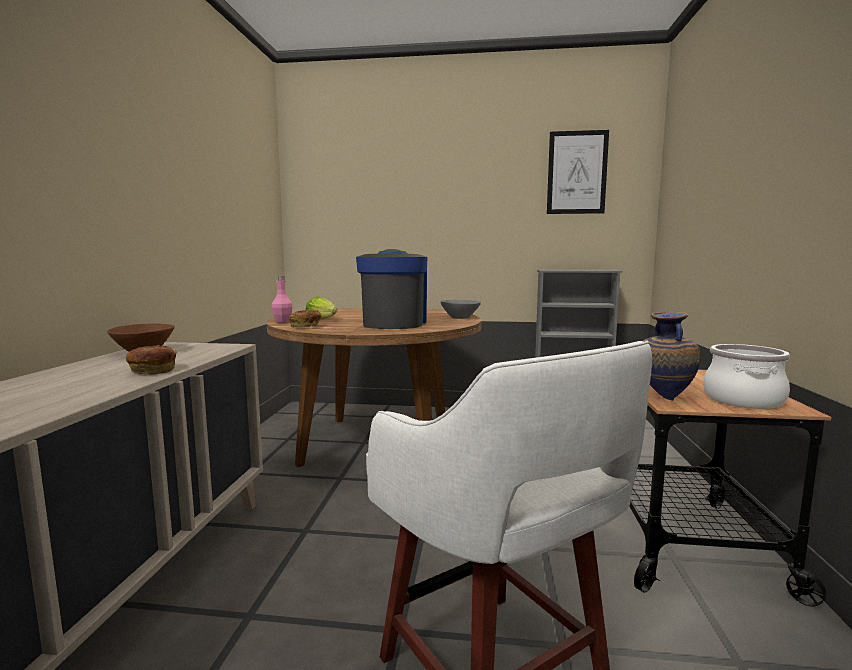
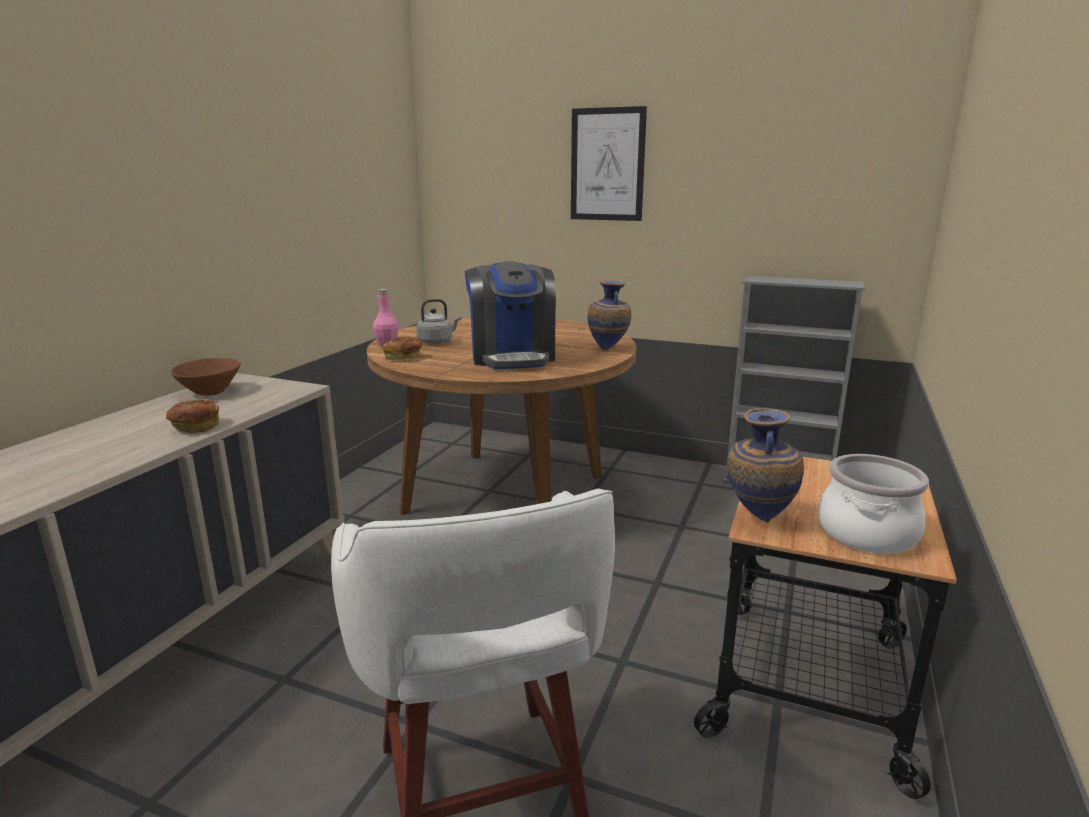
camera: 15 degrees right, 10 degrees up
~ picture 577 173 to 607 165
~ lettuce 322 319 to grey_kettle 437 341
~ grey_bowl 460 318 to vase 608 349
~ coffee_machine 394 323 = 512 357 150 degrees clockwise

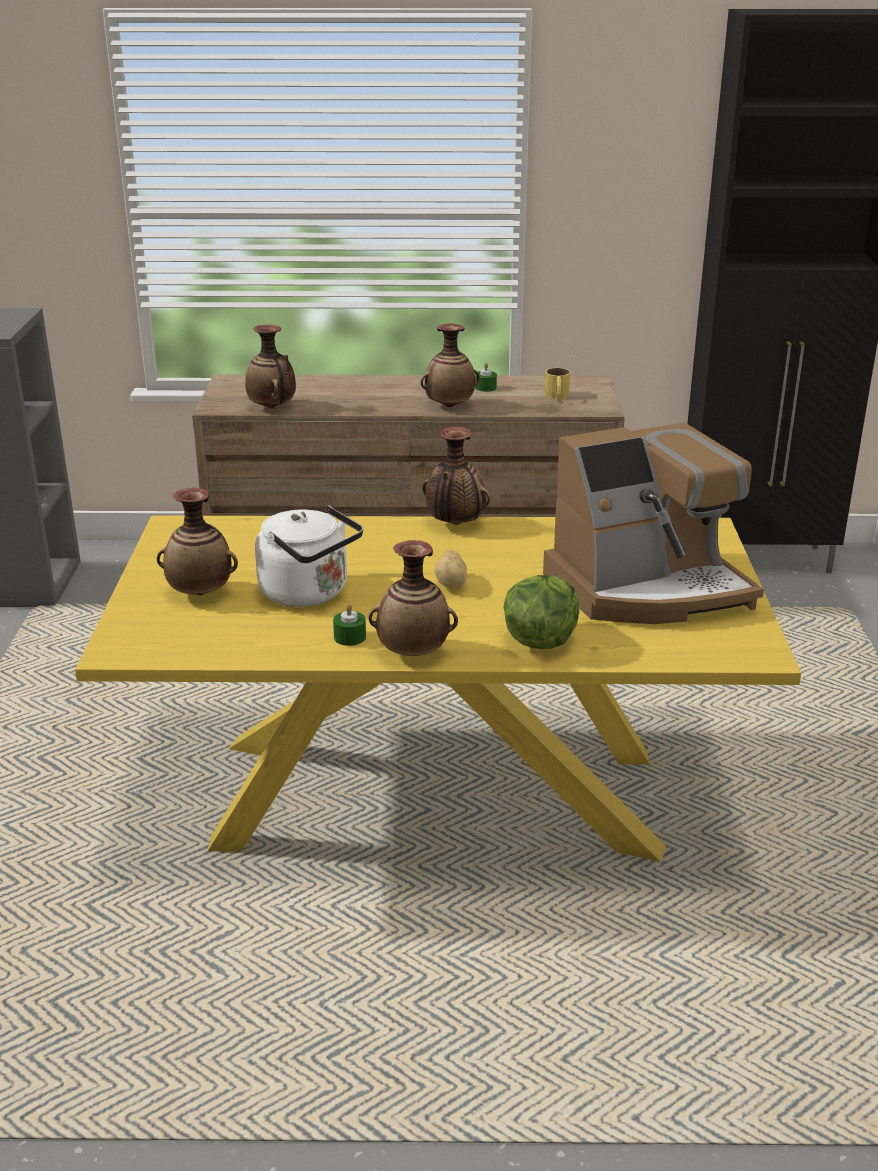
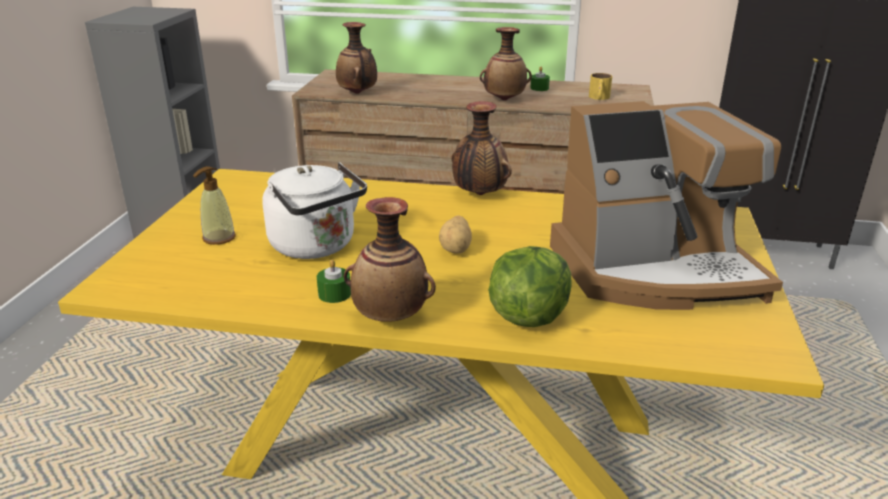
camera: 10 degrees right, 0 degrees up
~ vase 201 593 to soap_dispenser 219 238

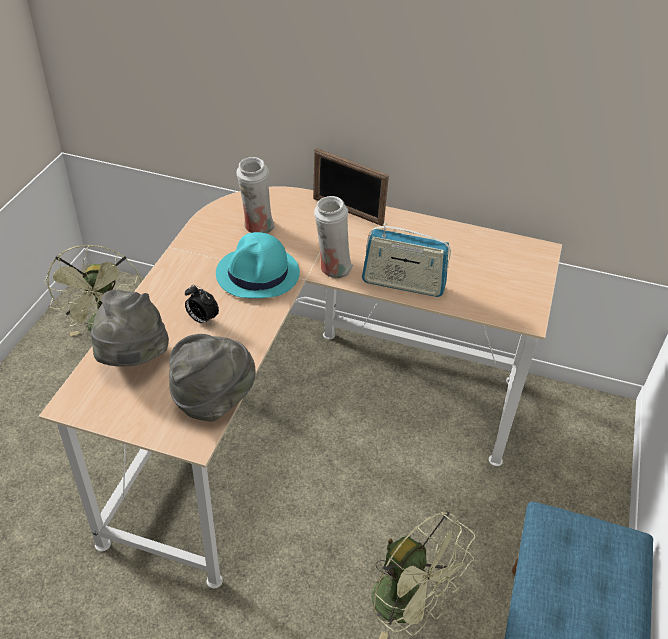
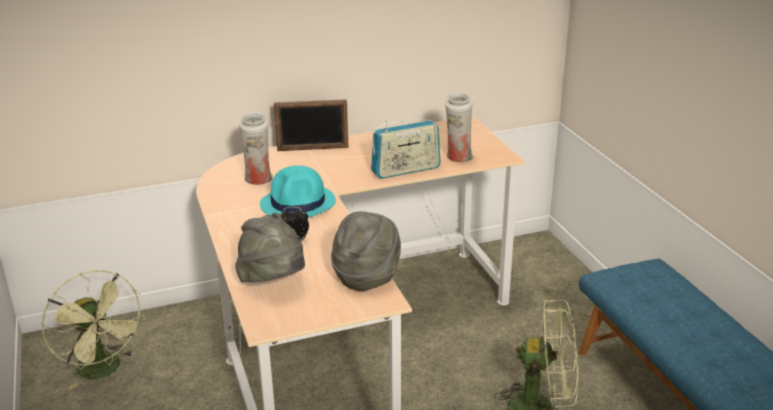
camera: 35 degrees left, 15 degrees down
~ white_vase 332 269 to 458 158

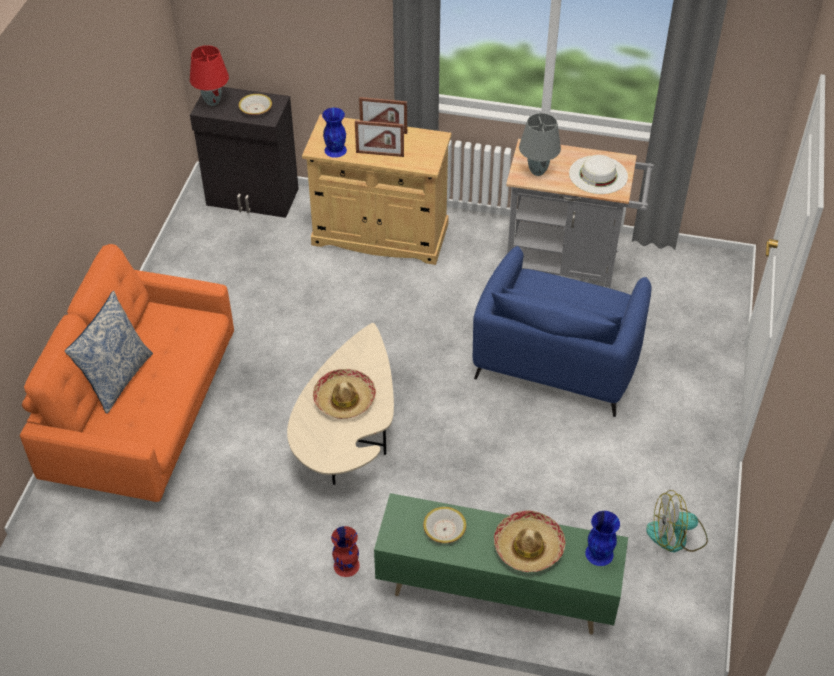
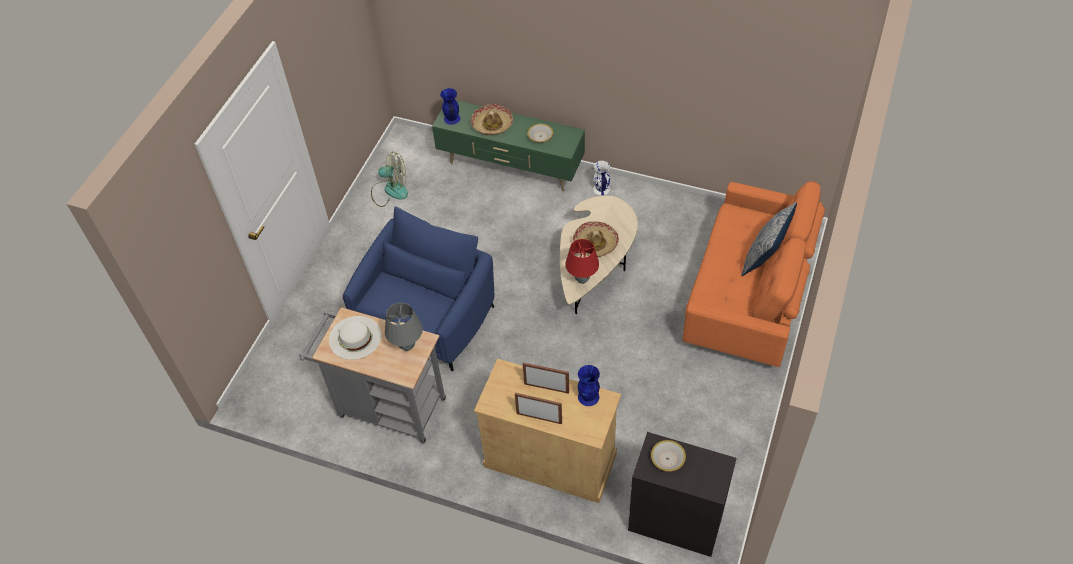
camera: 170 degrees left, 5 degrees up
~ red_table_lamp 212 101 to 582 279
~ red_vase 347 565 to white_vase 601 189

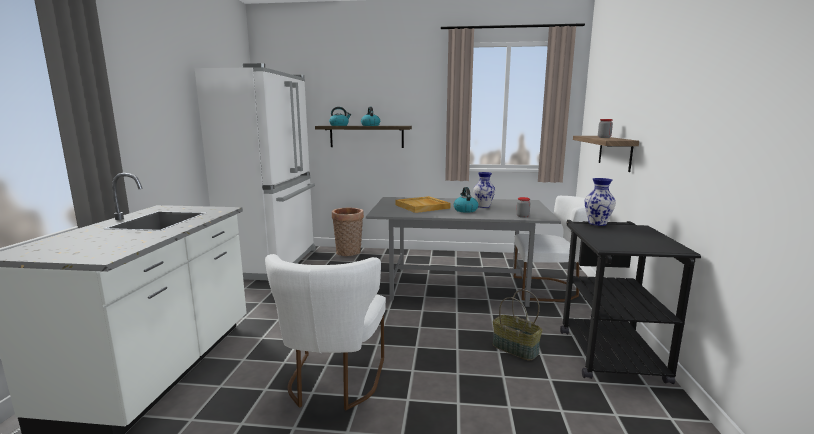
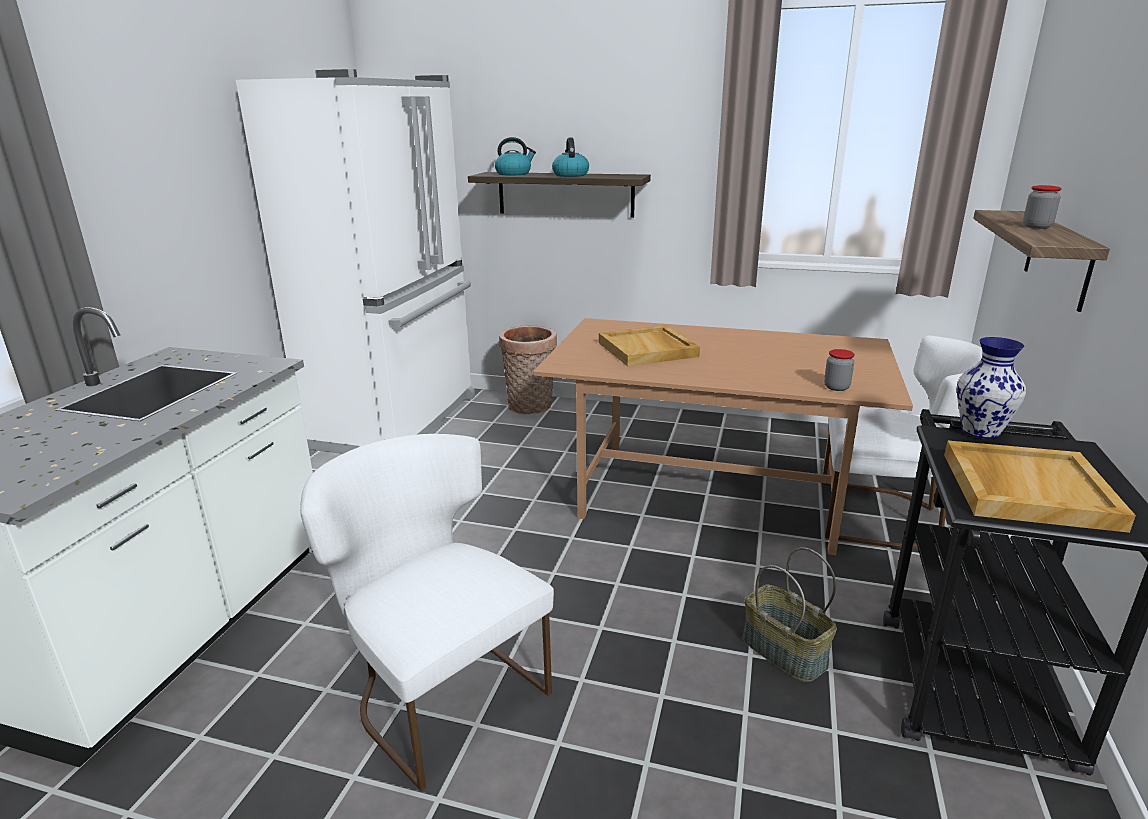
camera: 10 degrees right, 10 degrees up
- kettle 465 210
- vase 483 206
+ beige_tray 1025 489
~ grey_dining_table 458 285 to brown_dining_table 711 494
~ white_chair 333 383 = 439 691 120 degrees clockwise

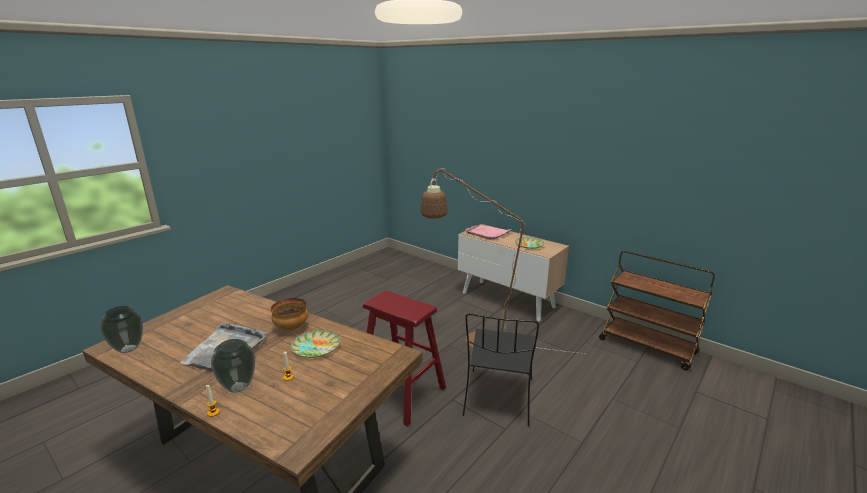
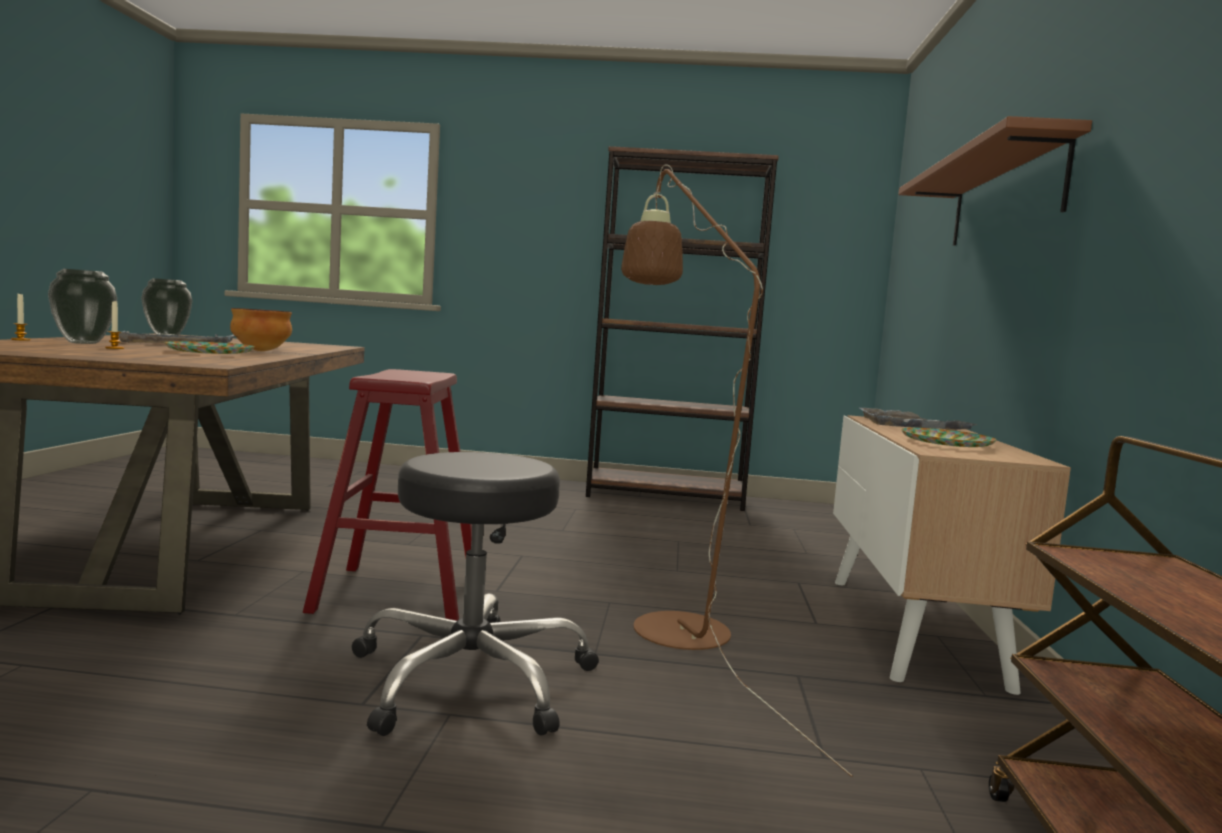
camera: 55 degrees right, 15 degrees down
+ brown_bookcase 665 497
+ brown_shelf 1005 197
~ black_chair 498 398 to black_stool 472 679
~ pink_tray 487 233 to grey_tray 910 425

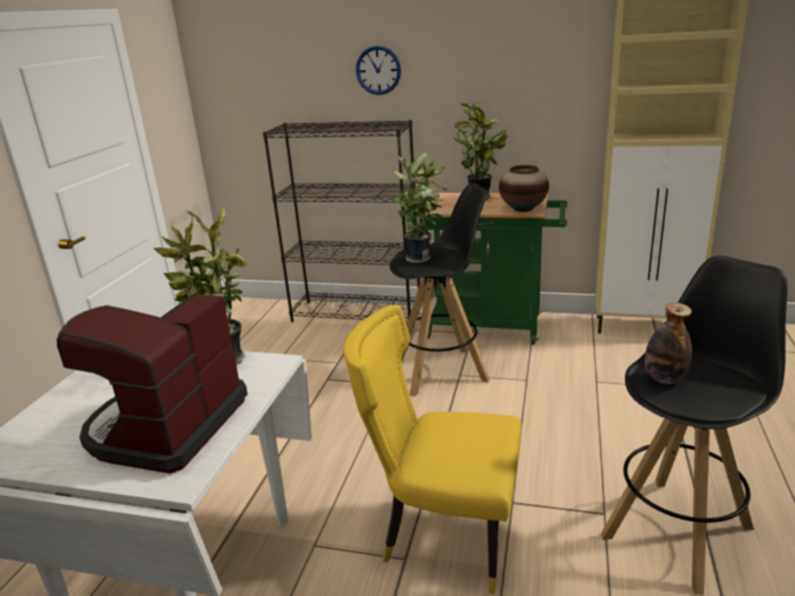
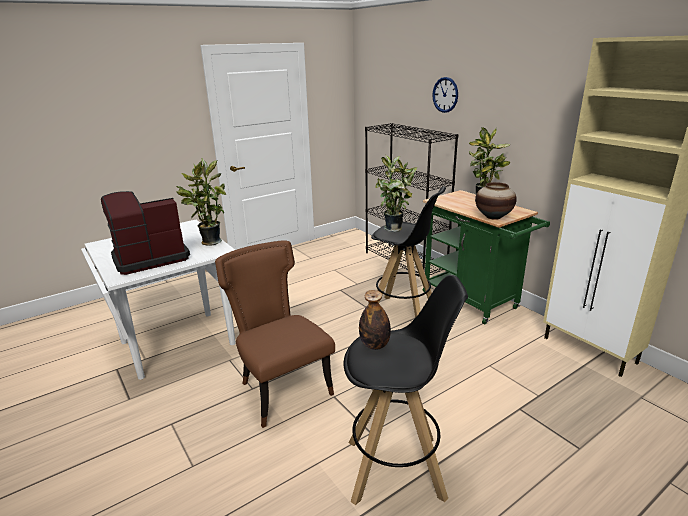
camera: 40 degrees right, 0 degrees up
~ yellow_chair 442 534 to brown_chair 282 389

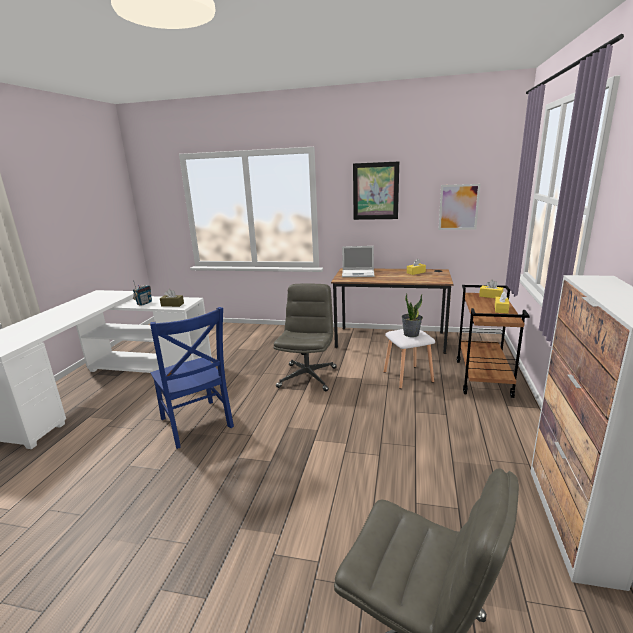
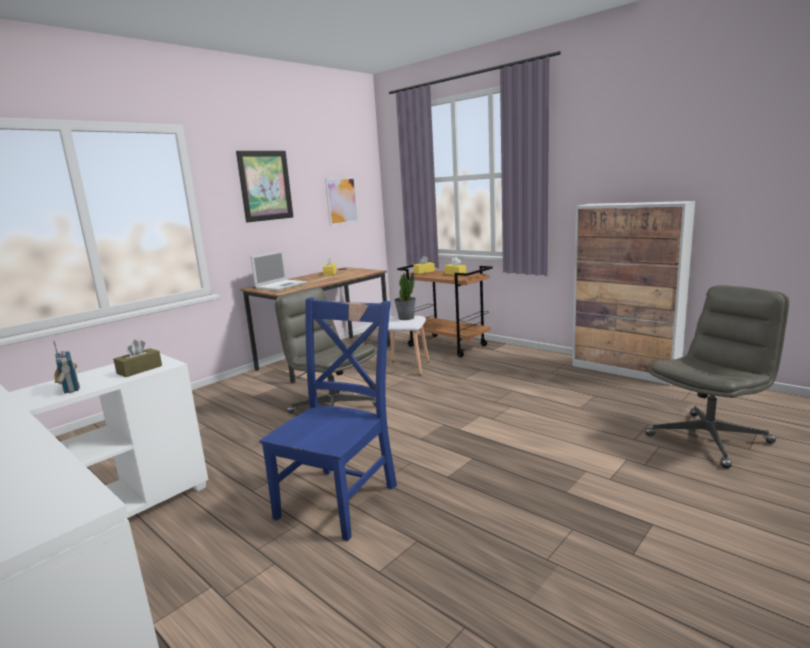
camera: 60 degrees left, 5 degrees down
~ blue_chair 196 424 = 340 498 60 degrees counterclockwise

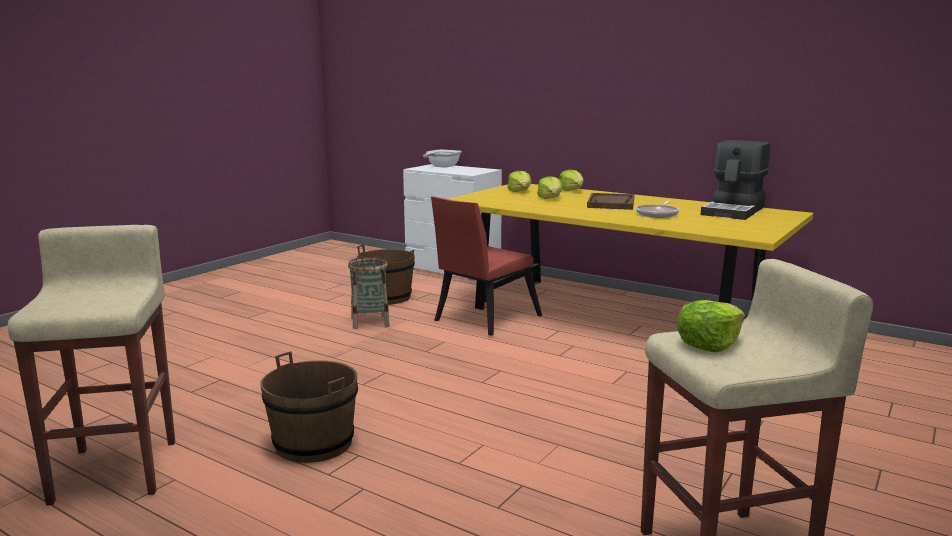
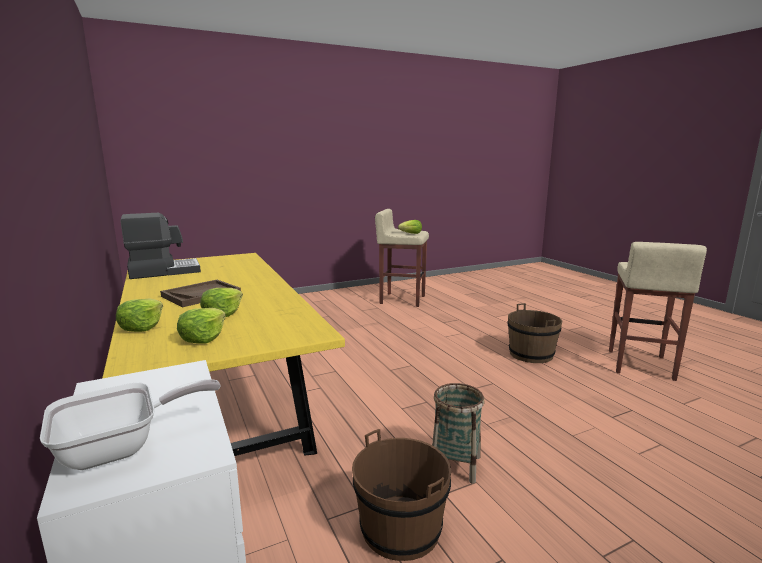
camera: 150 degrees left, 0 degrees up
- red_chair 482 319
- frying_pan 658 214

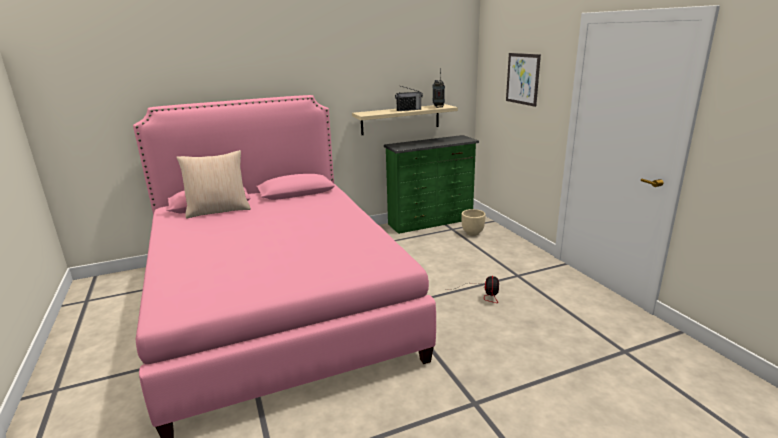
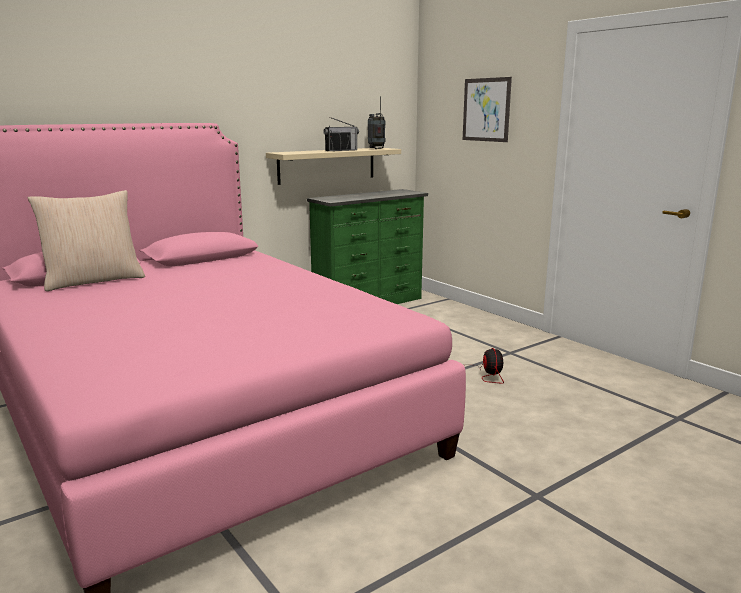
camera: 15 degrees left, 5 degrees down
- beige_planter 473 233

